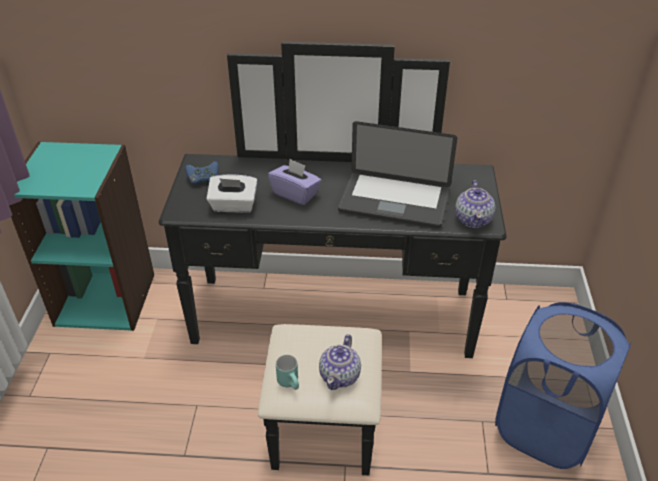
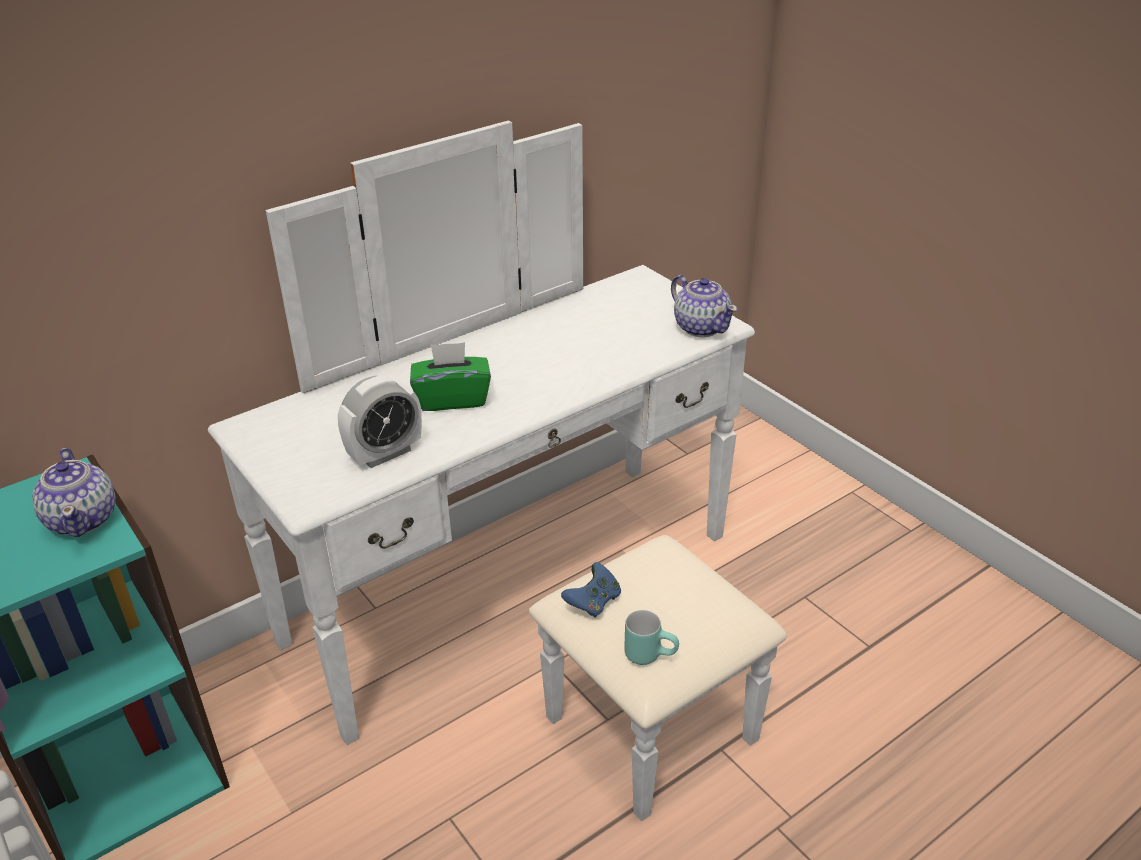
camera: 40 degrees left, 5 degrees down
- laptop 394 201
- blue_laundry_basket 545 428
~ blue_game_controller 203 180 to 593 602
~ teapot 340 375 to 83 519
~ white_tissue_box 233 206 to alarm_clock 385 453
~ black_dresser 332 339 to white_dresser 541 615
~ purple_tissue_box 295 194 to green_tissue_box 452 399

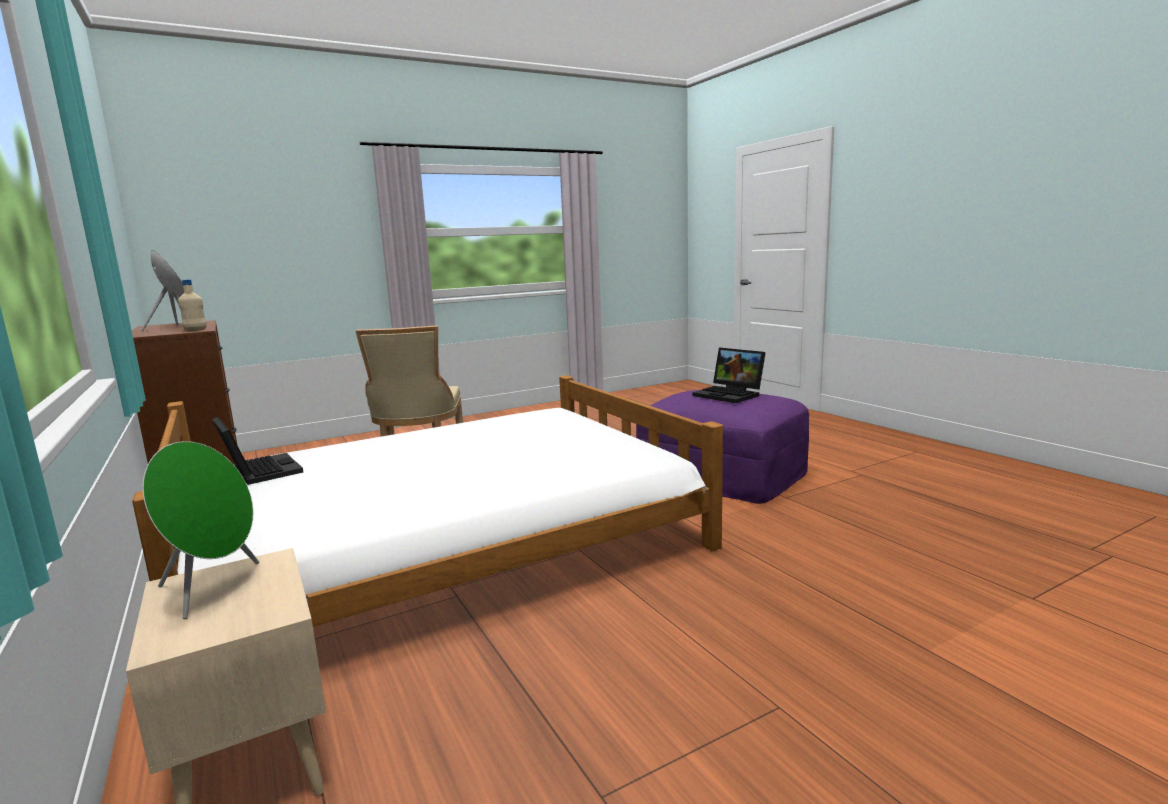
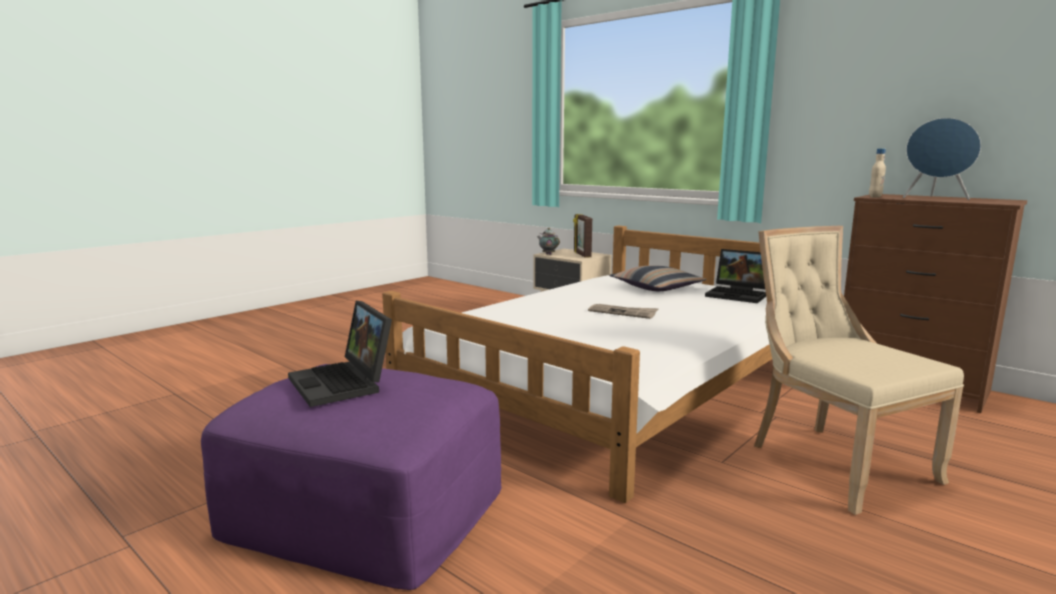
camera: 160 degrees right, 0 degrees up
+ teapot 548 254
+ newspaper 623 313
+ pillow 656 288
~ green_speaker 214 588 to picture_frame 581 255
~ laptop 730 395 = 344 383 150 degrees counterclockwise

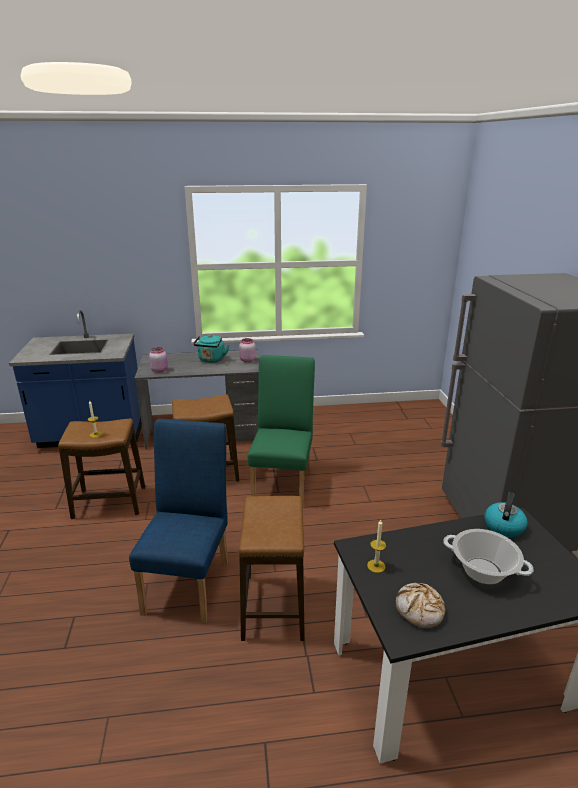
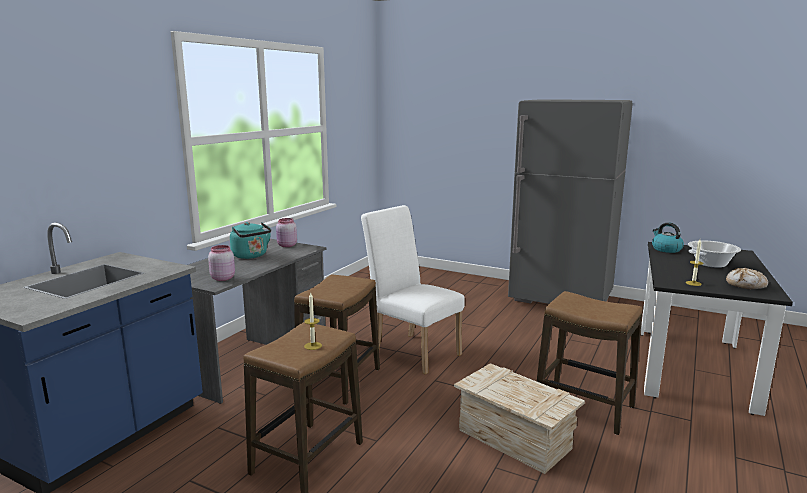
camera: 55 degrees left, 10 degrees down
~ blue_chair 190 581 to crate 515 439
~ green_chair 283 483 to white_chair 412 350

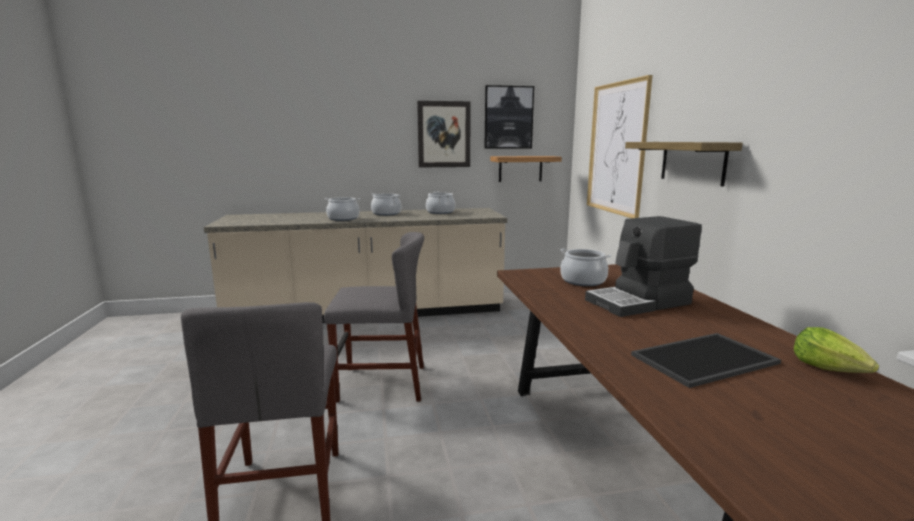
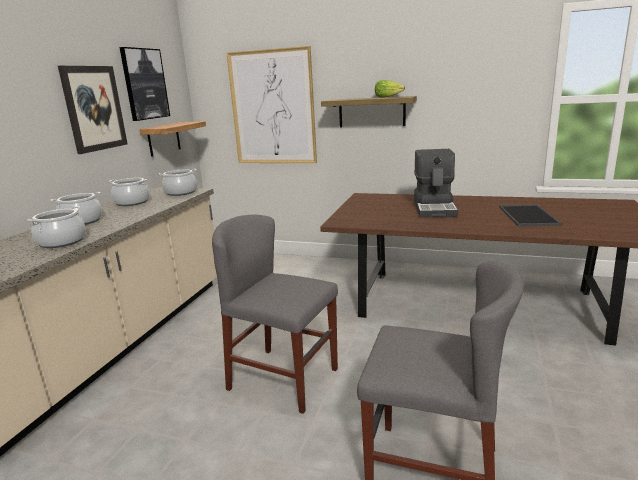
camera: 60 degrees left, 5 degrees up
~ cooking_pot 583 281 to 181 192
~ lettuce 828 368 to 388 97
~ grey_chair 381 383 = 283 379 90 degrees counterclockwise

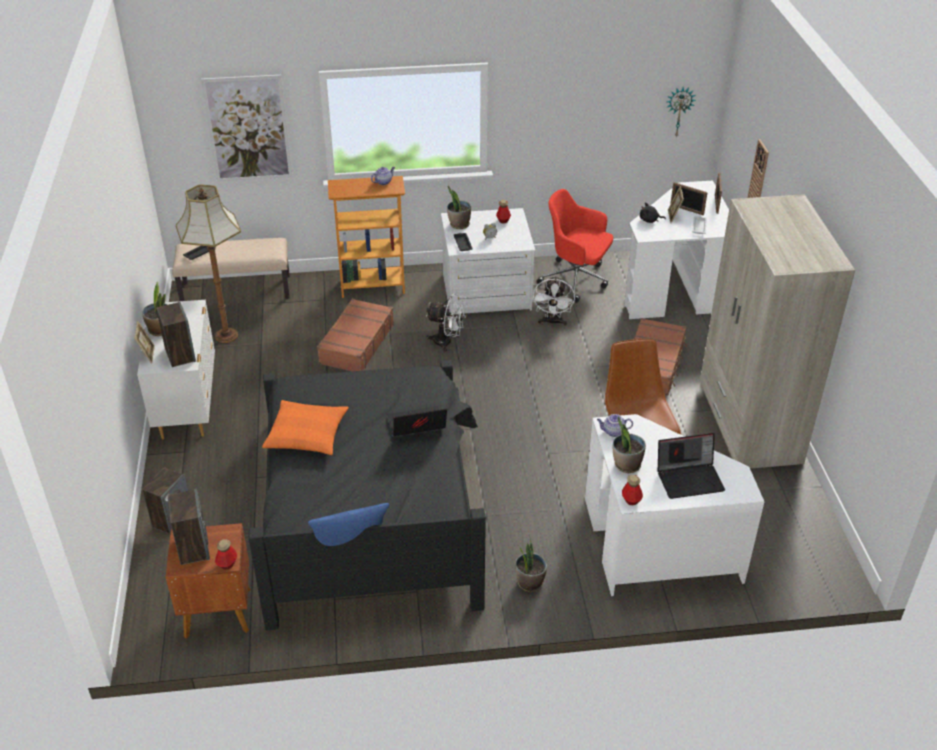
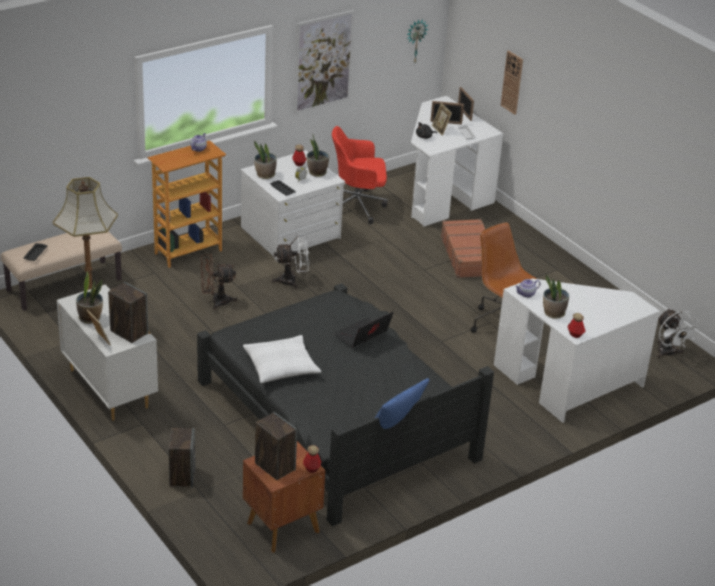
camera: 30 degrees left, 5 degrees down
- laptop 690 478
- beige_wardrobe 748 424
~ picture 248 129 to 323 62
~ potted_plant 529 582 to 317 172
~ white_fan 552 322 to 669 354
~ brown_suitcase 356 344 to brown_fan 215 301
~ orange_pillow 307 435 to white_pillow 281 366

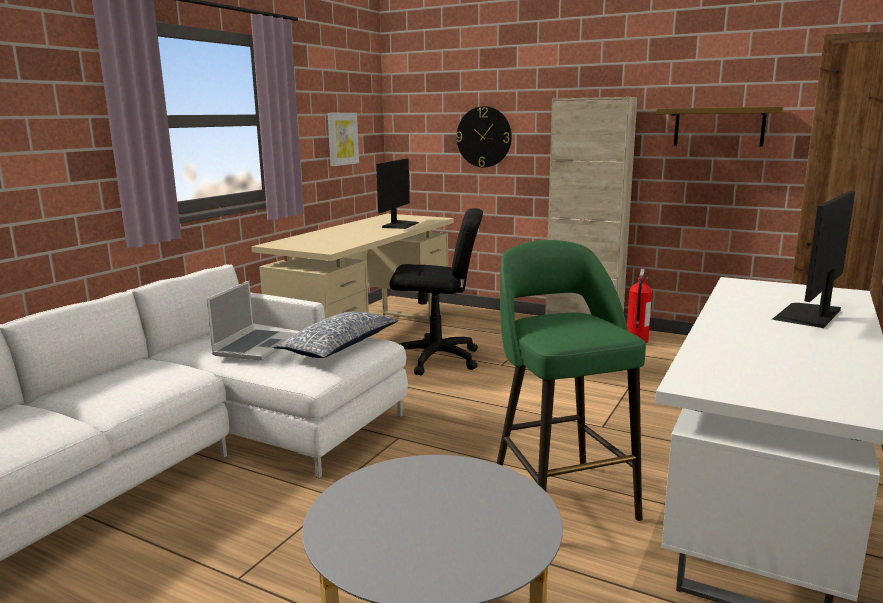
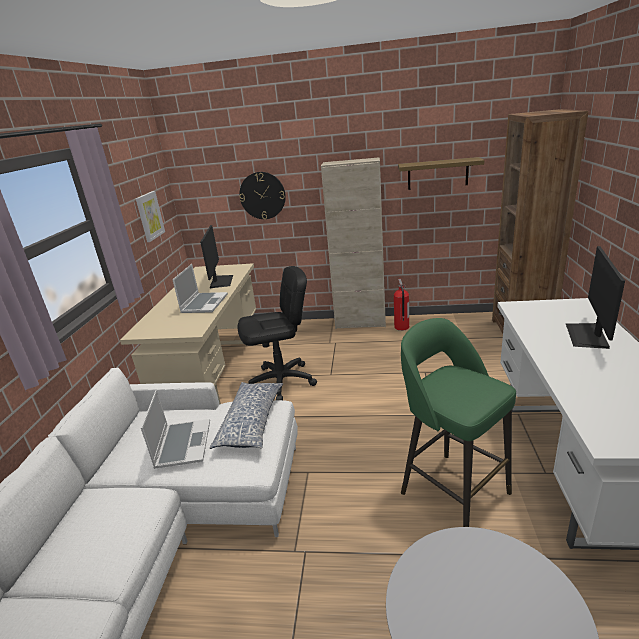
camera: 20 degrees left, 10 degrees up
+ laptop 204 303

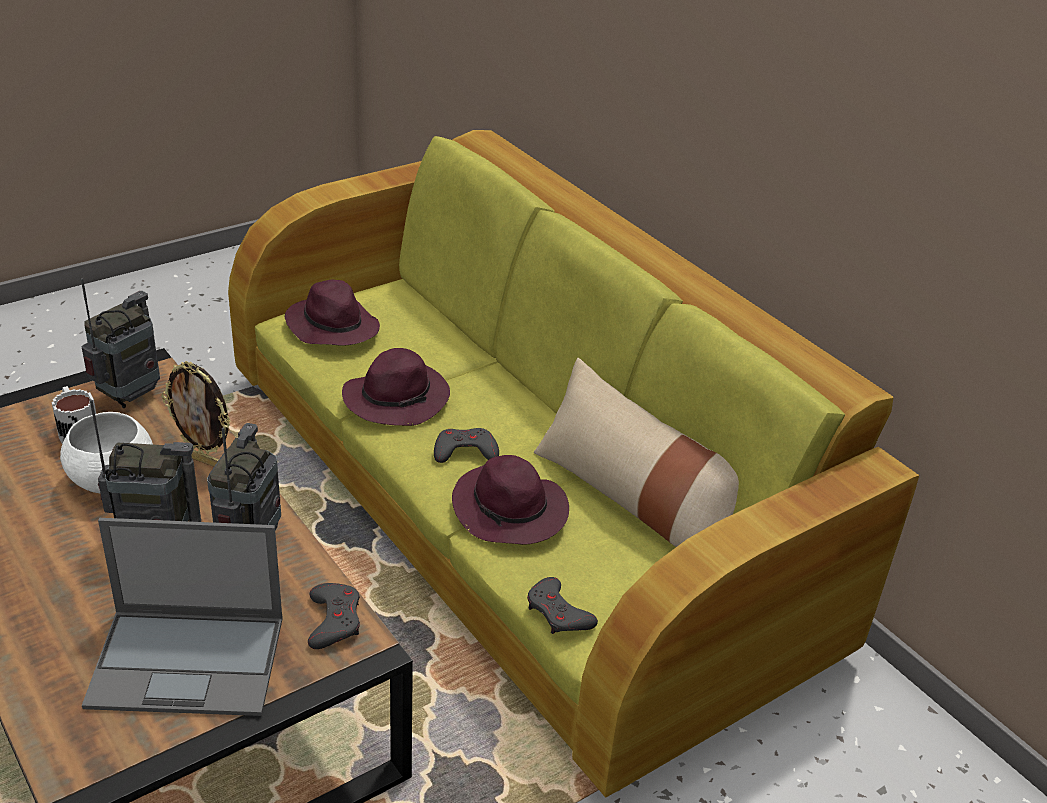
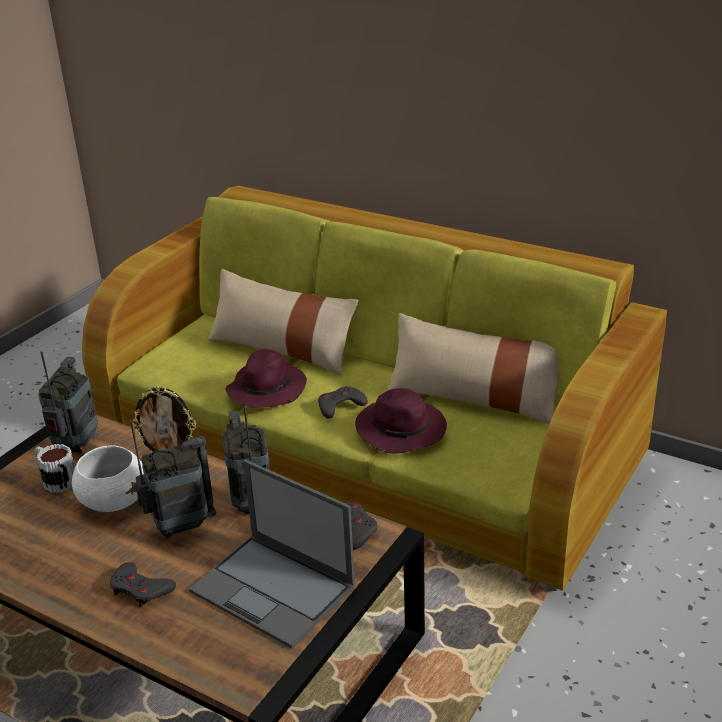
camera: 20 degrees left, 5 degrees down
- purple_hat 331 326
+ beige_pillow 282 349
~ grey_game_controller 558 613 to 141 589
~ laptop 190 661 = 274 589 60 degrees clockwise

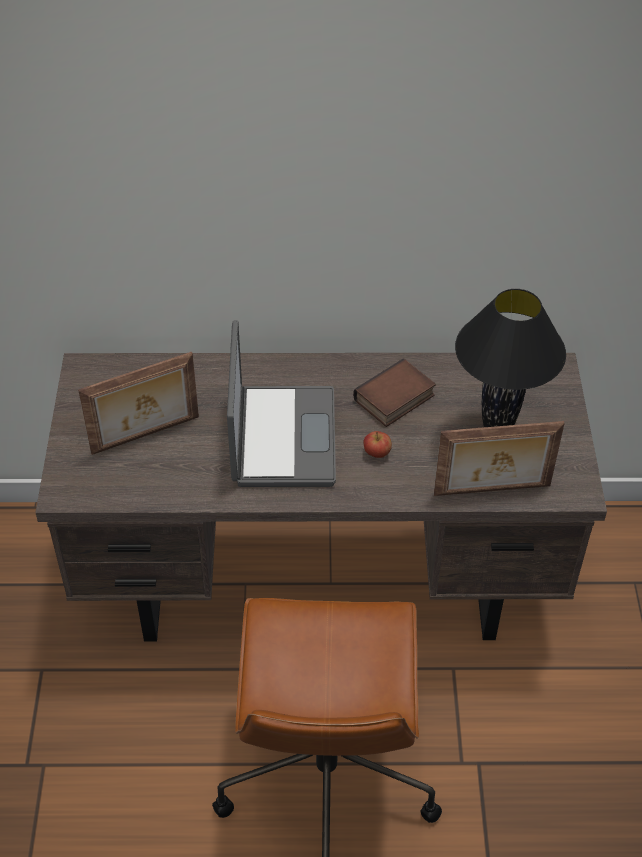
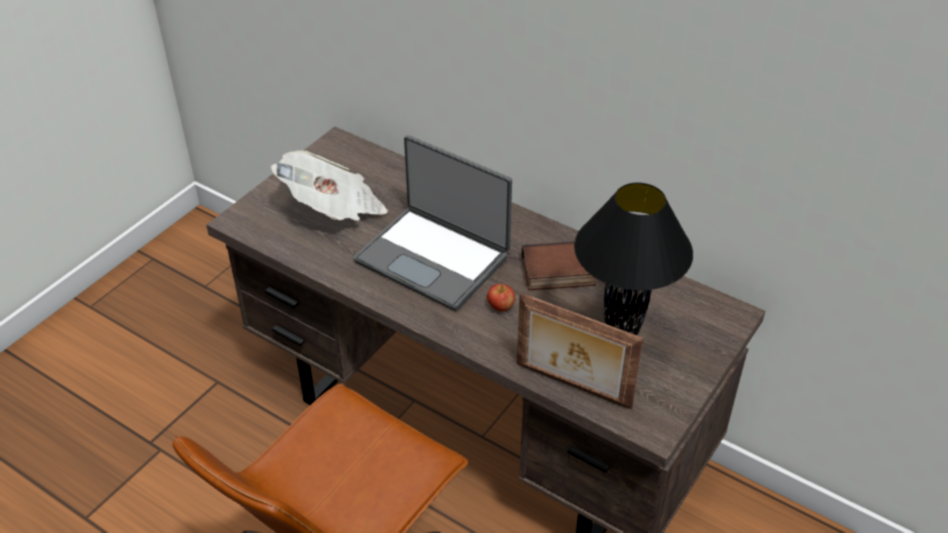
camera: 35 degrees right, 5 degrees down
~ picture_frame 146 436 to newspaper 334 209
~ laptop 281 438 = 434 258 90 degrees clockwise

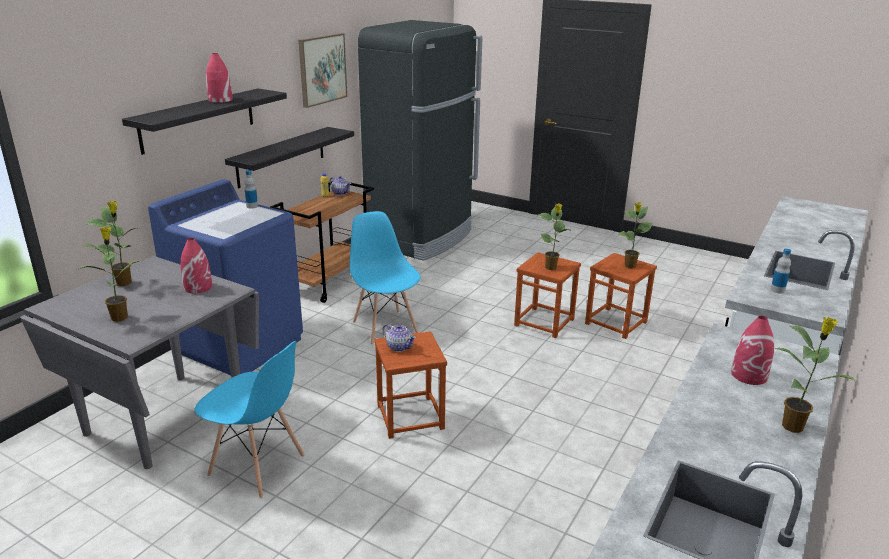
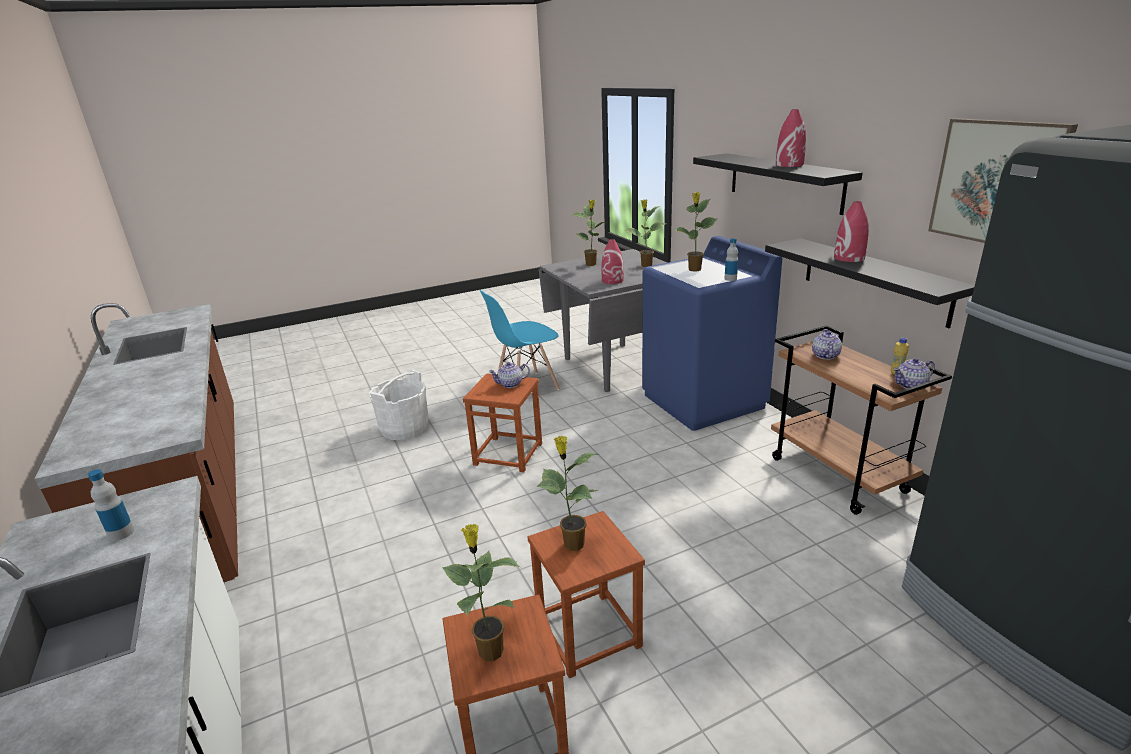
camera: 125 degrees right, 0 degrees up
- blue_chair 385 327
+ white_bucket 404 428
+ teapot 825 356
~ red_vase 749 375 to 849 258
~ potted_plant 794 426 to 694 270

